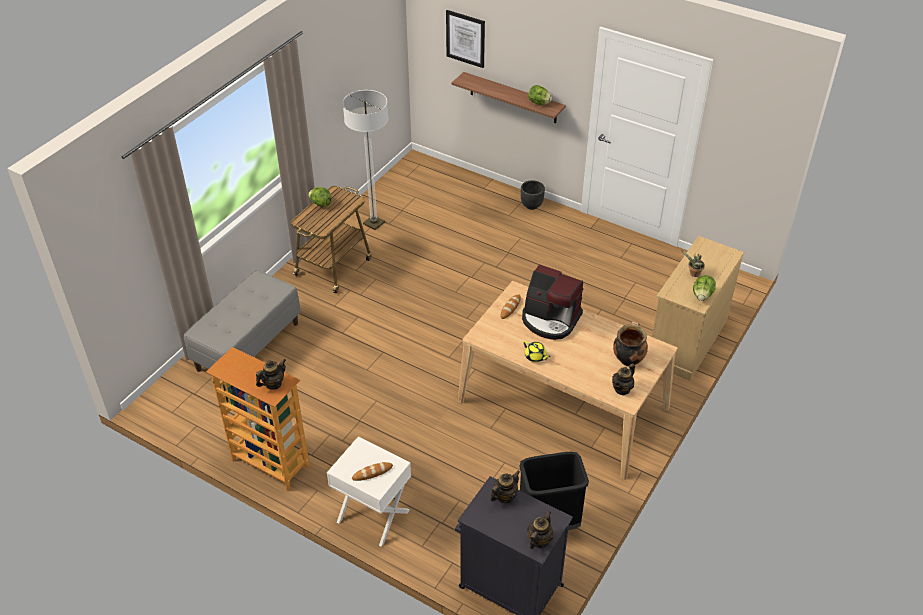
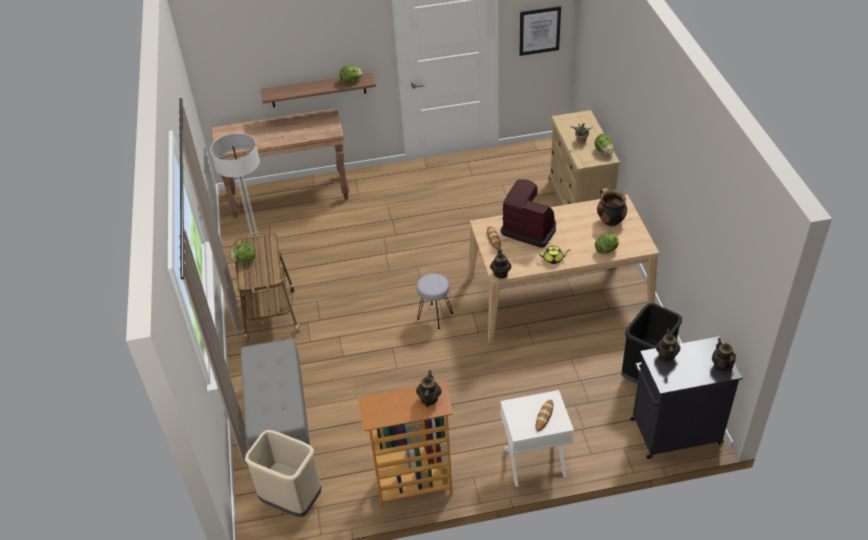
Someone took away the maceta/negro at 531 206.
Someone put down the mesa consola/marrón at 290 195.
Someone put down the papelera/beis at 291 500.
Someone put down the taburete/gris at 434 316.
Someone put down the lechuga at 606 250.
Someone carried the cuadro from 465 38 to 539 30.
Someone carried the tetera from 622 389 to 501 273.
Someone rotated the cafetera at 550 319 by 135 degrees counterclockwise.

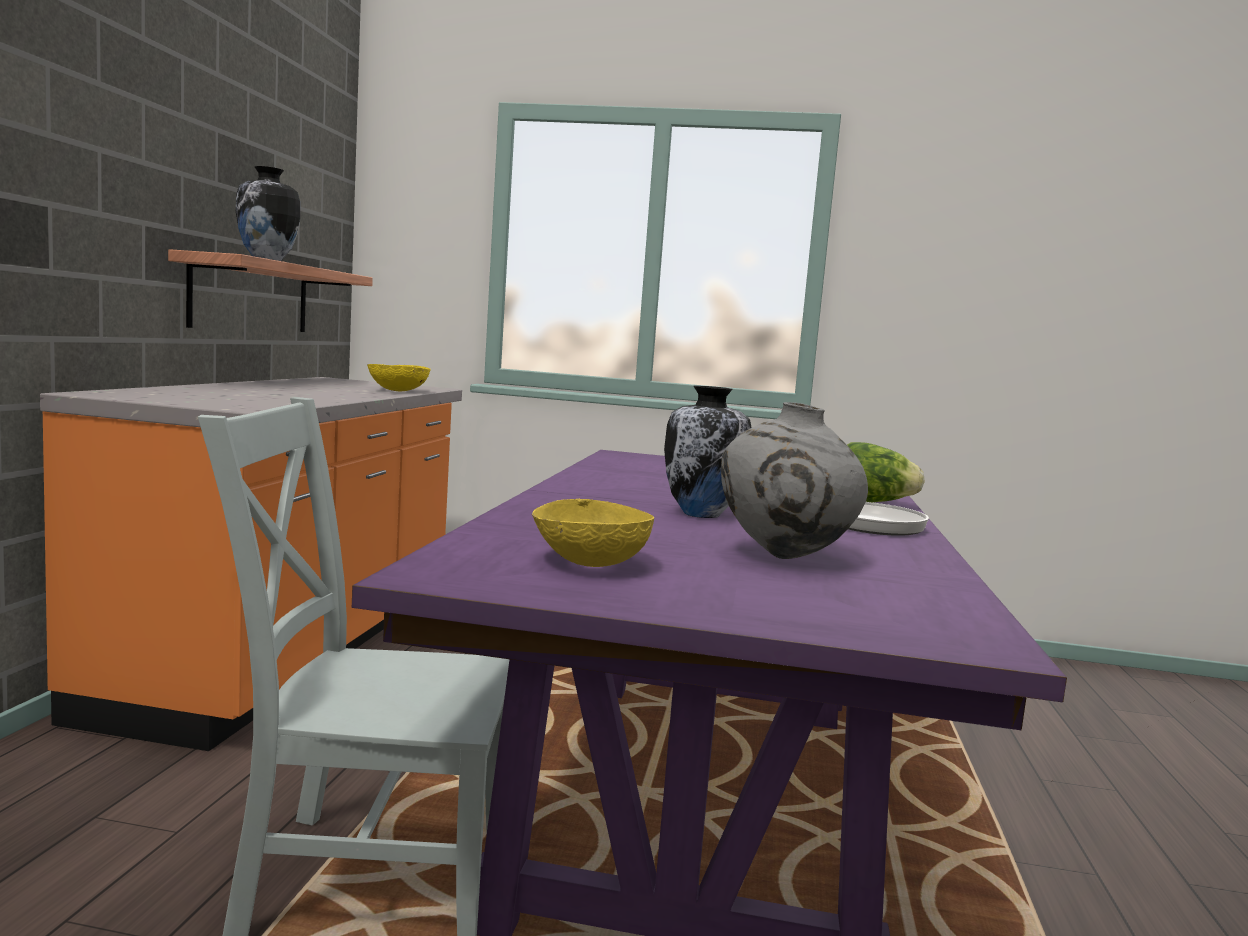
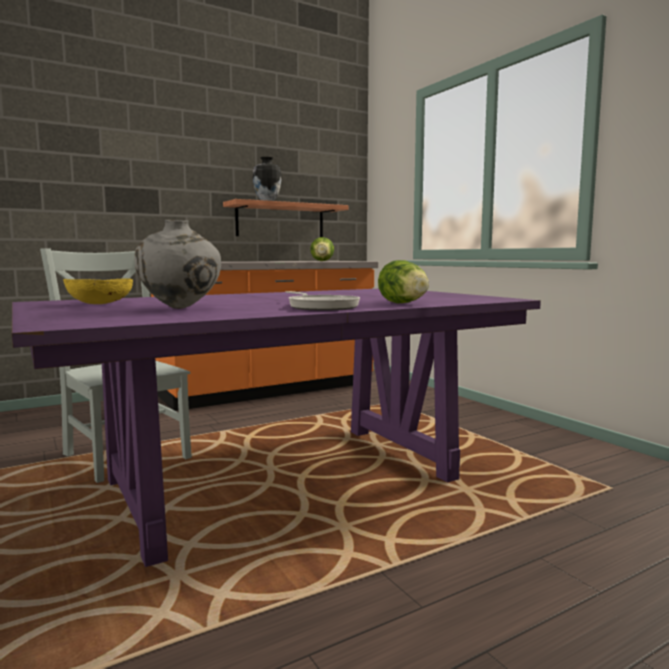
Someone took away the florero at 702 514.
Someone swapped the cuenco/amarillo at 398 391 for the lechuga at 322 261.

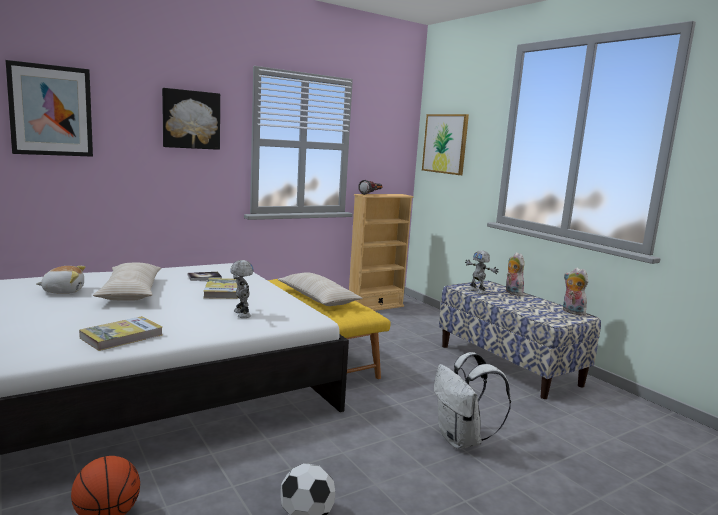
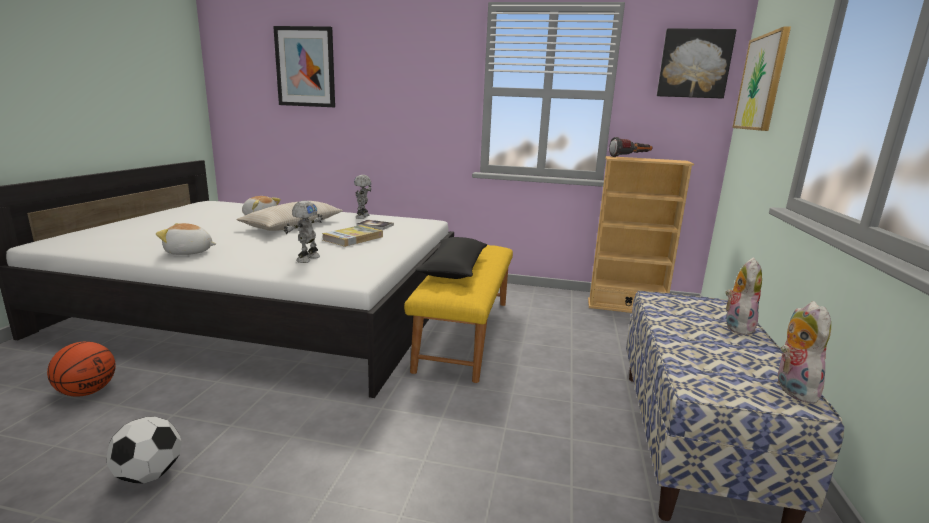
Someone took away the mochila/blanco at 462 440.
Someone carried the cuadro from 191 119 to 694 64.
Someone carried the robot de juguete from 477 291 to 363 216.
Someone swapped the libro at 122 336 for the peluche at 189 252.
Someone repainted the cojín/beis at 317 298, which became the cojín/negro at 454 268.

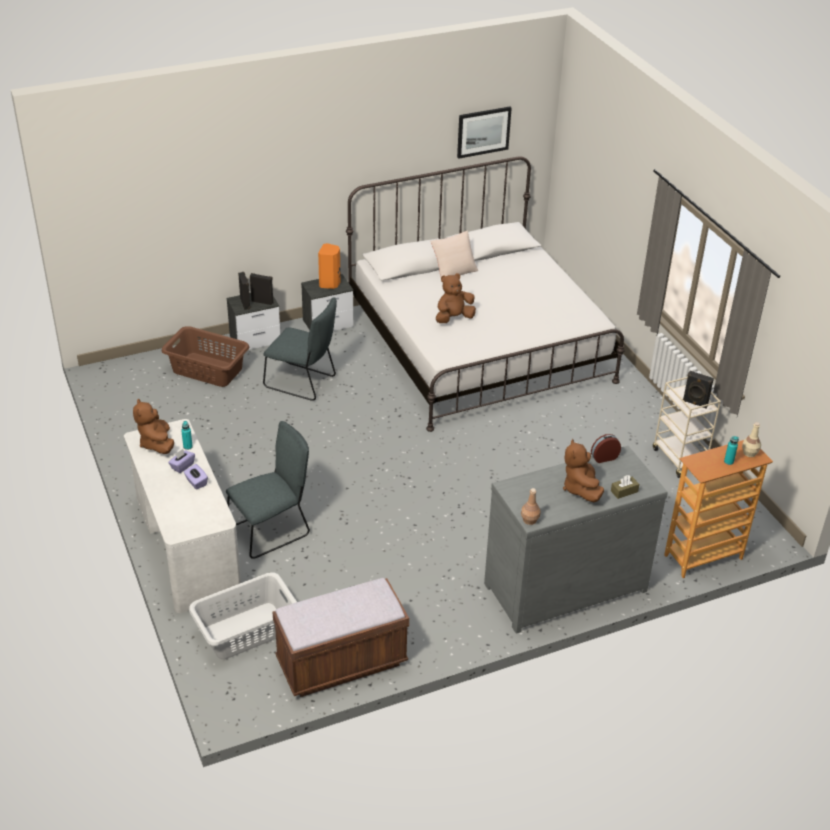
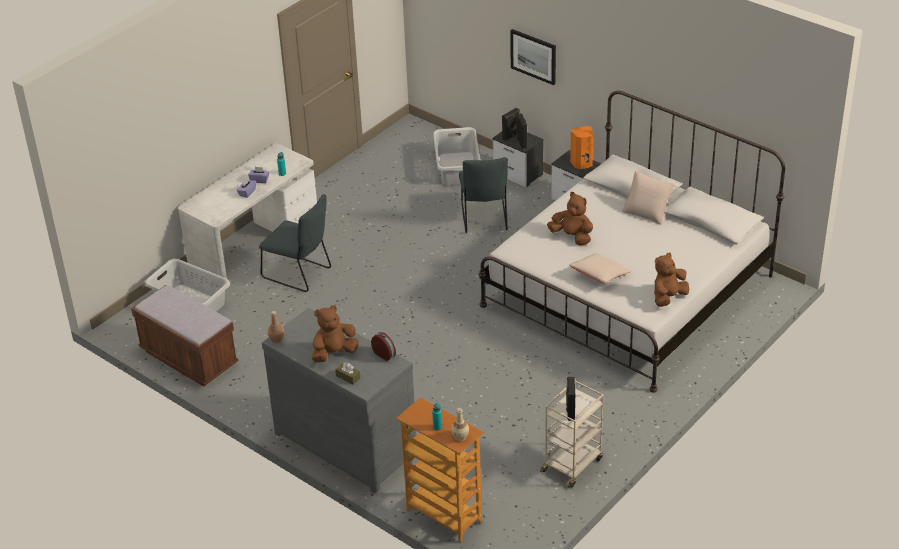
Someone put down the cojín/beis at 599 275.
Someone carried the peluche/marrón from 156 444 to 668 297.
Someone carried the cuadro from 483 131 to 533 56.
Someone repainted the cesto de la ropa/marrón at 207 369, which became the cesto de la ropa/gris at 457 168.

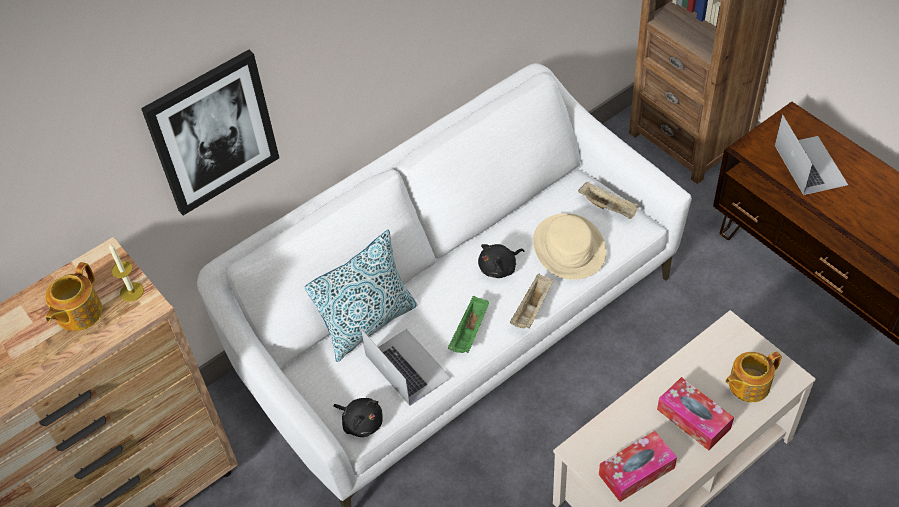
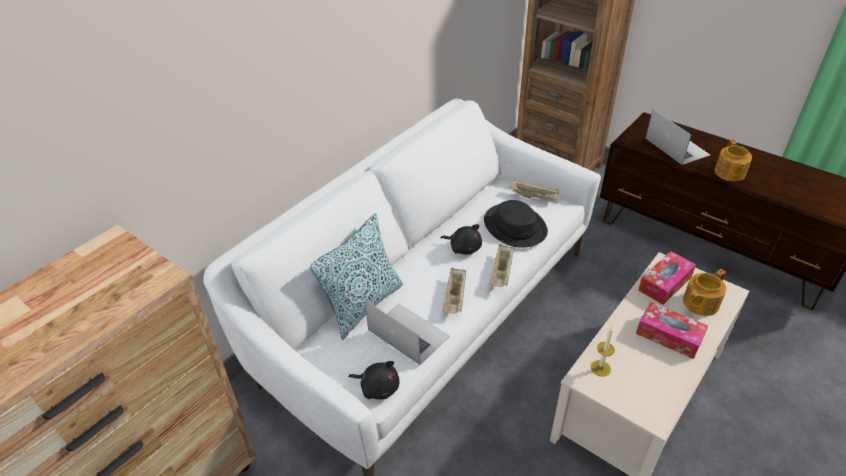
Someone took away the cuadro at 212 132.
Someone carried the tetera from 78 313 to 729 173.
Someone carried the vela from 132 291 to 600 368.
Someone carried the caja de pañuelos from 636 471 to 664 283.
Someone repainted the bandeja/verde at 469 332, which became the bandeja/beis at 455 298.
Someone repainted the sombrero/beis at 569 247, which became the sombrero/negro at 515 226.
Someone rotated the peluche/negro at 499 268 by 105 degrees counterclockwise.

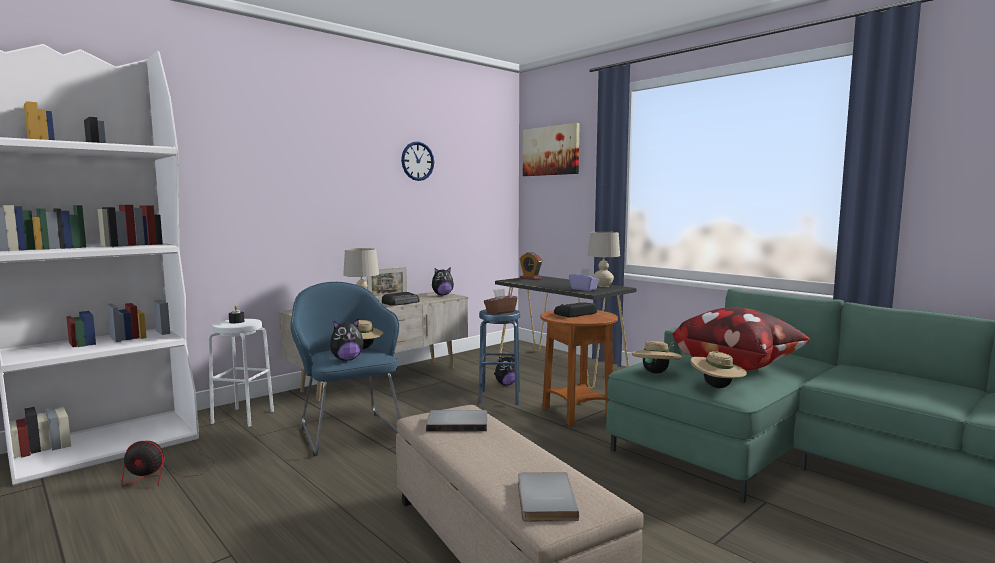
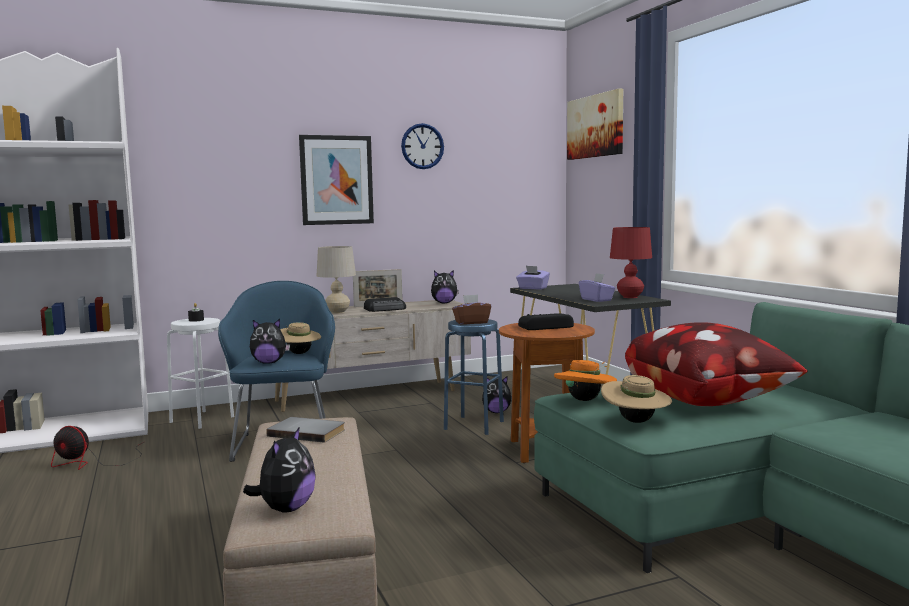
Someone took away the despertador at 530 278.
Someone put up the cuadro at 336 180.
Someone put down the caja de pañuelos/morado at 532 288.
Someone swapped the libro/gris at 543 499 for the peluche at 285 509.
Someone repainted the lámpara de mesa/beis at 602 286, which became the lámpara de mesa/rojo at 630 297.
Someone repainted the sombrero/beis at 656 372, which became the sombrero/naranja at 585 400.

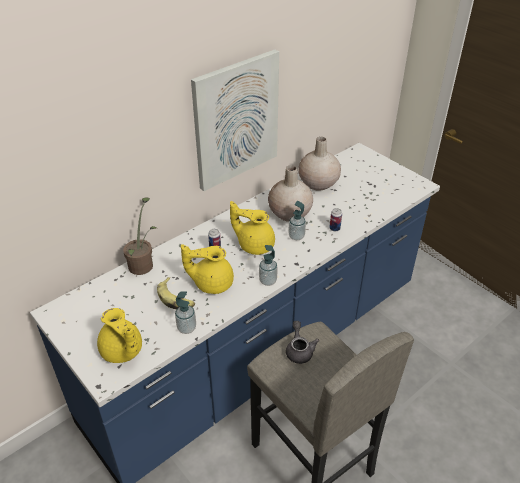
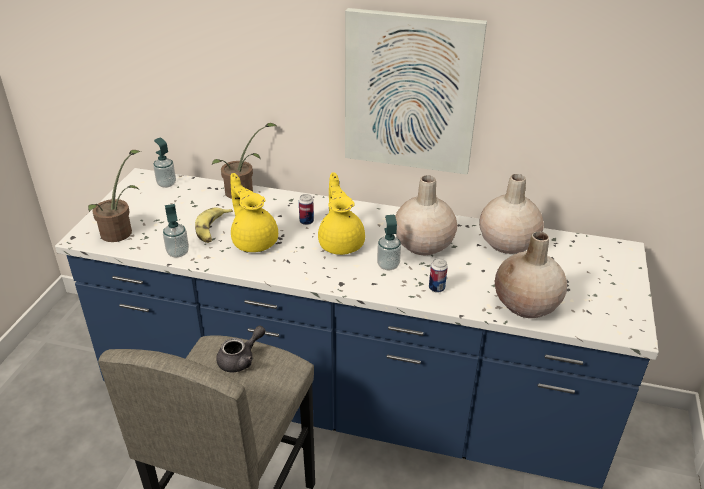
Someone put down the florero/beis at 526 305.
Someone carried the dispensador de jabón from 268 281 to 166 184.
Someone swapped the tetera/amarillo at 122 352 for the planta en maceta at 121 231.

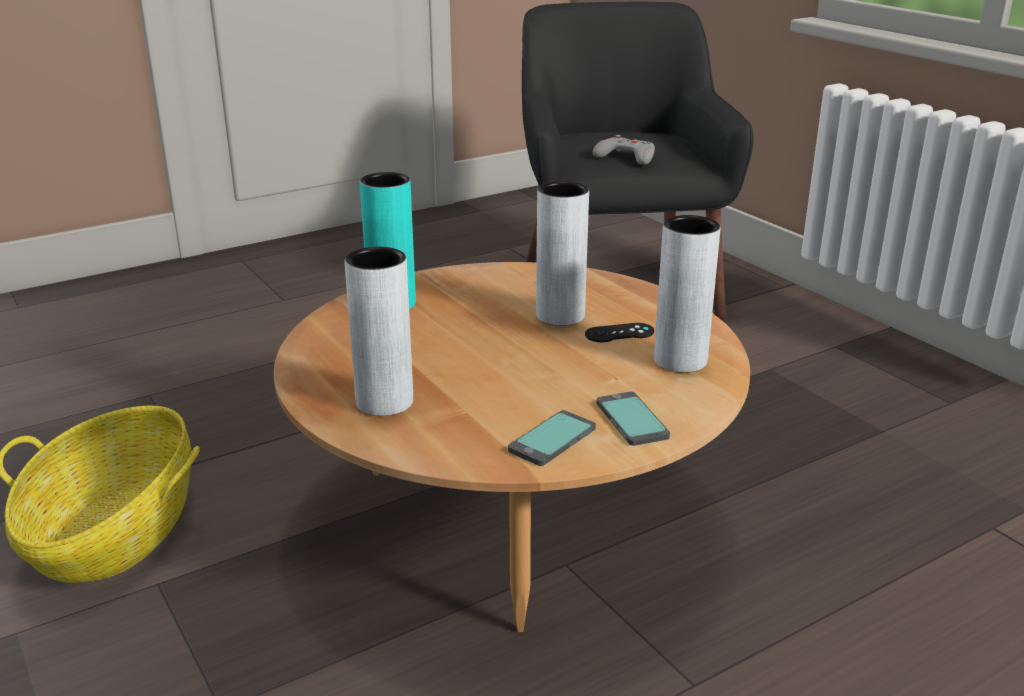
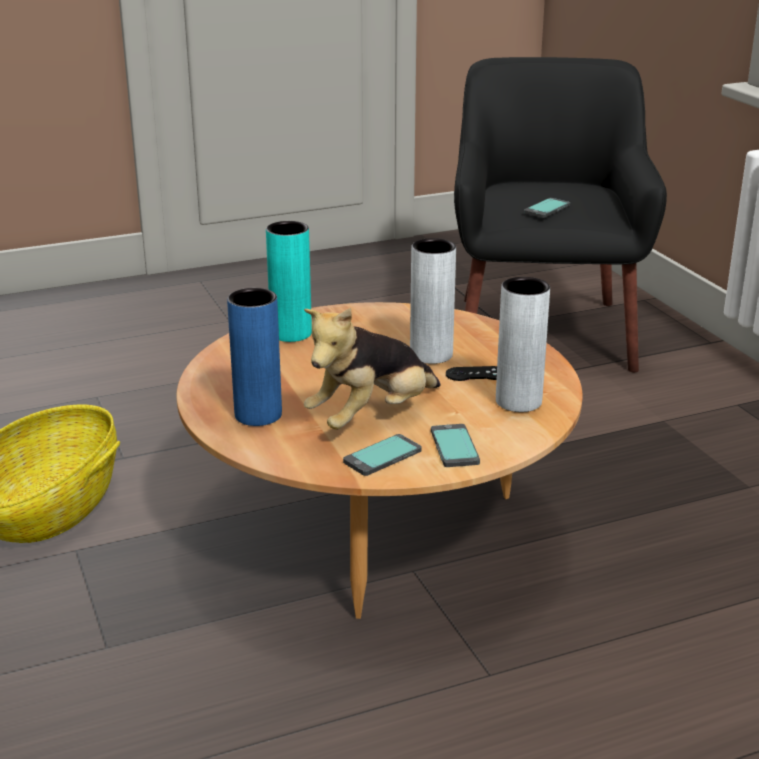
Someone put down the peluche at 371 417.
Someone swapped the mando de consola/gris at 626 157 for the móvil at 547 209.
Someone repainted the florero/gris at 384 402, which became the florero/azul at 258 415.

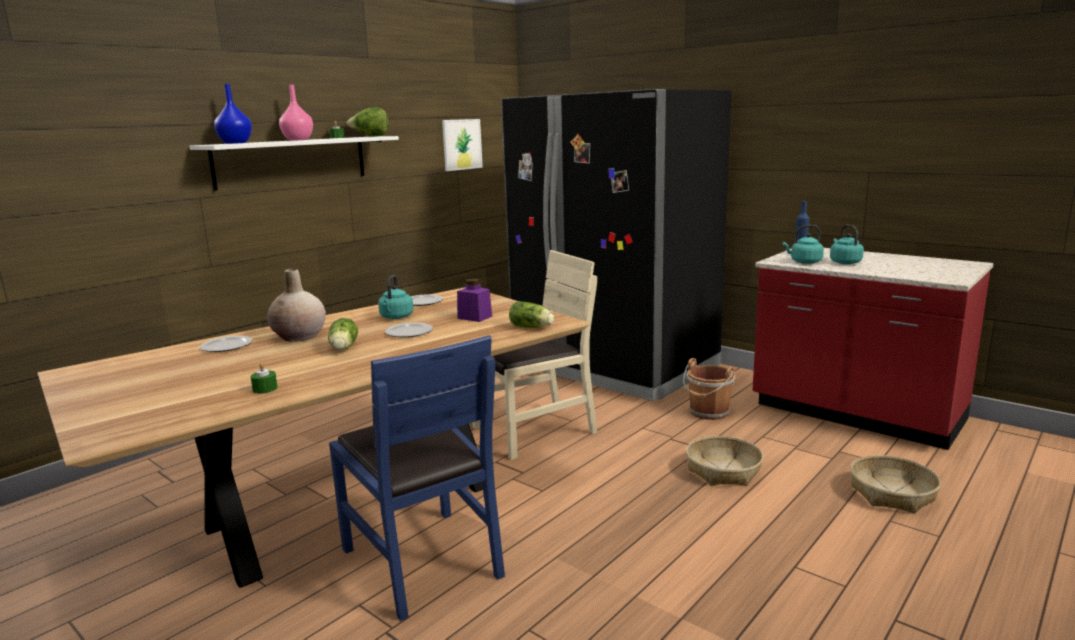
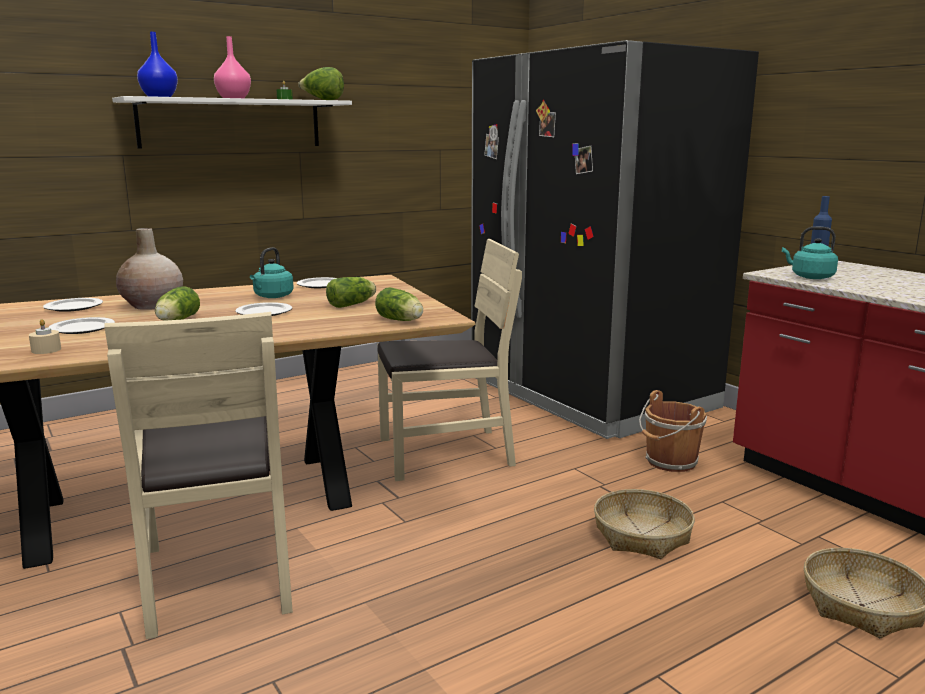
Someone took away the cuadro at 461 144.
Someone took away the hervidor/turquesa at 844 262.
Someone put down the plato at 83 328.
Someone swapped the tarro/morado at 474 317 for the lechuga at 353 304.
Someone repainted the vela/verde at 265 389, which became the vela/beis at 46 350.
Someone repainted the silla/azul at 423 560, which became the silla/beis at 219 576.

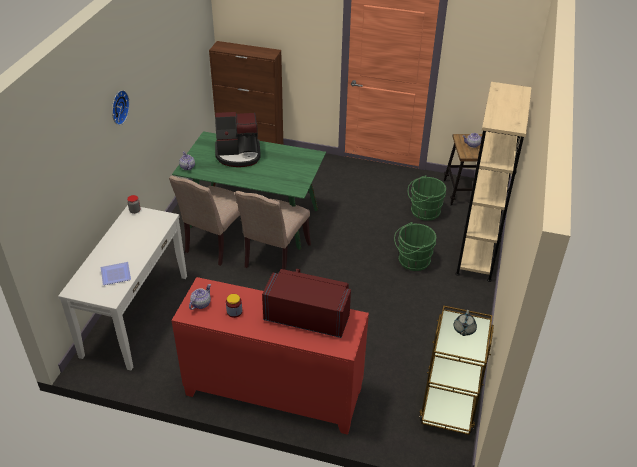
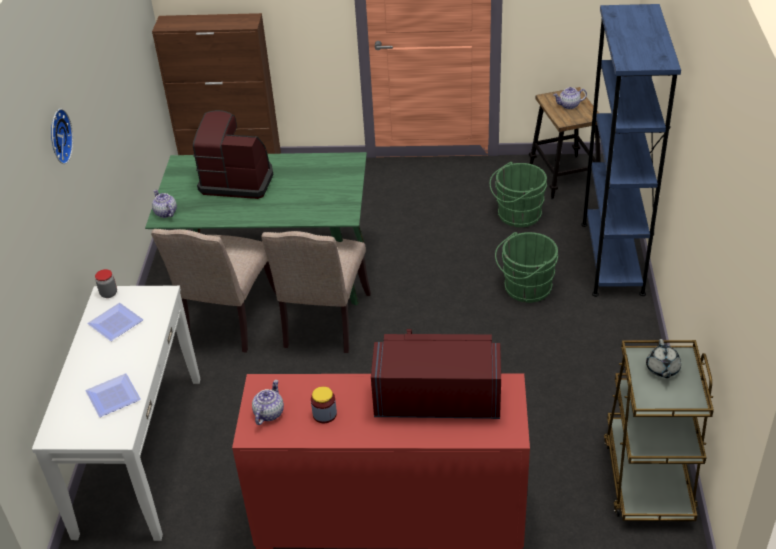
Someone put down the plato at 118 323.
Someone repainted the estantería/beis at 477 252, which became the estantería/azul at 612 258.
Someone rotated the cafetera at 238 155 by 150 degrees counterclockwise.

